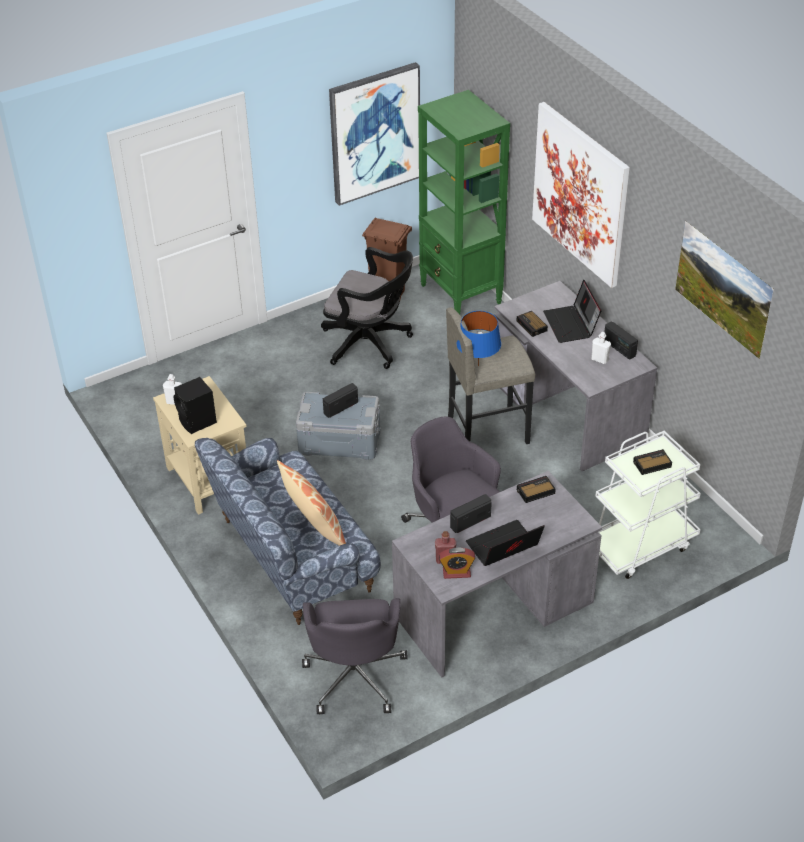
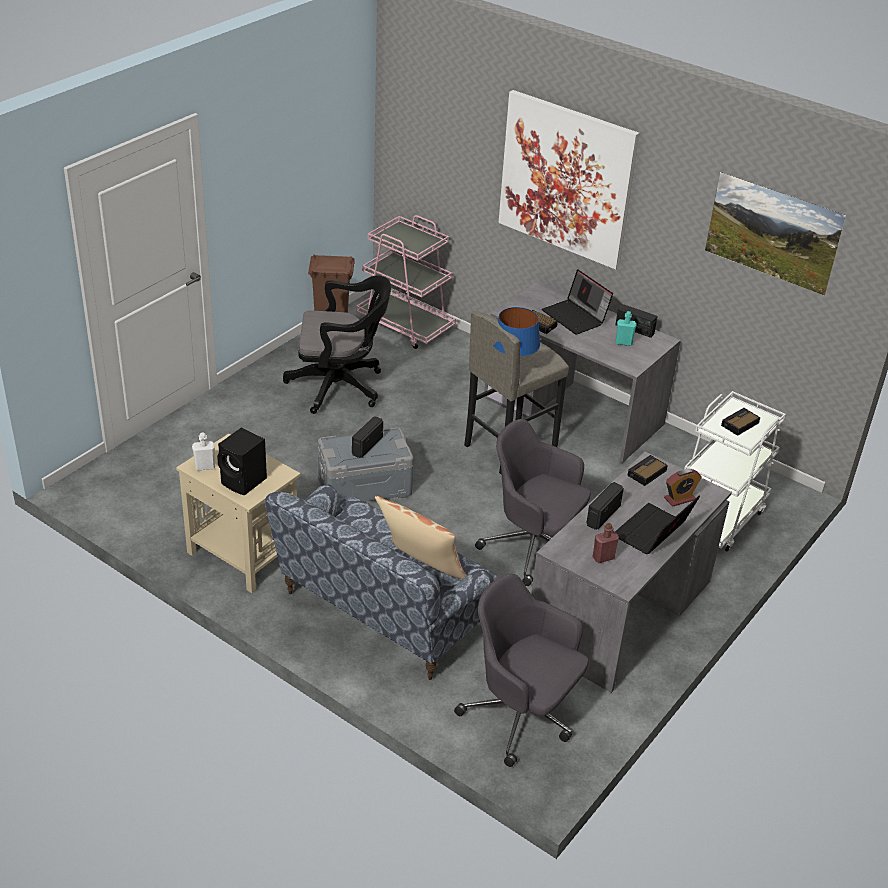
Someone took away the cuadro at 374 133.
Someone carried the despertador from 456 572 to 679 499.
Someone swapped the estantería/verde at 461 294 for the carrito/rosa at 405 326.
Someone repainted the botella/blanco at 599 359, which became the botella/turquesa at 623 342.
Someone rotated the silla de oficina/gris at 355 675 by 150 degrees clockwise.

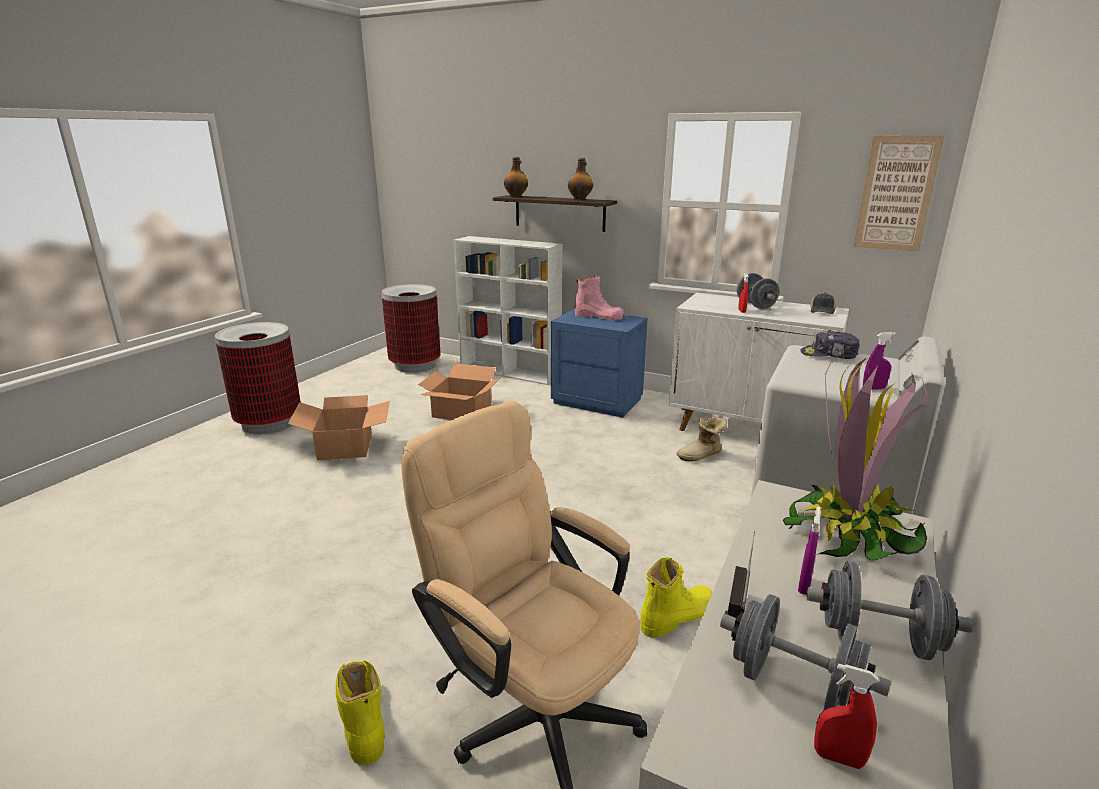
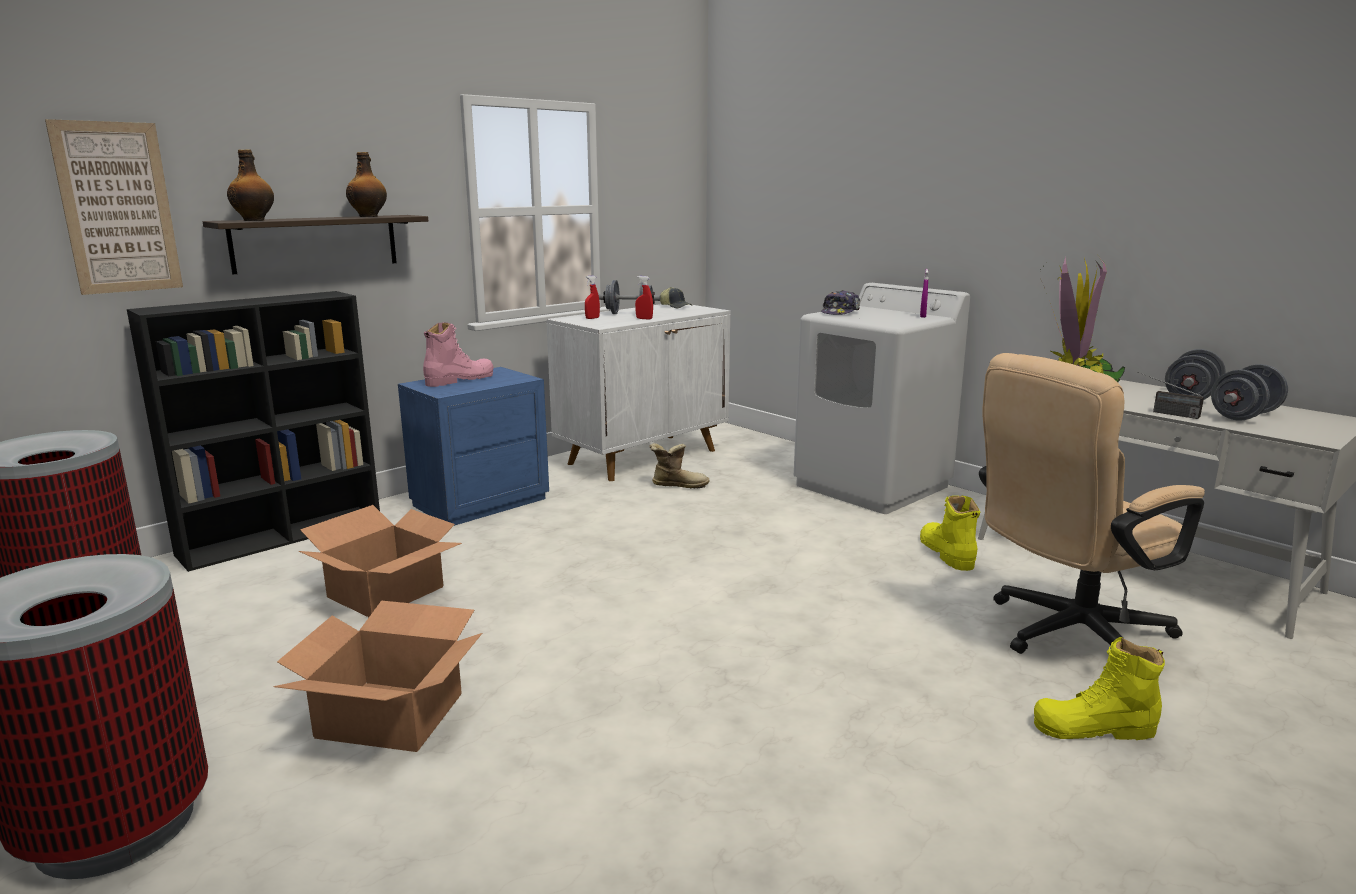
Someone took away the pulverizador/morado at 804 585.
Someone carried the pulverizador/rojo from 838 758 to 592 318.
Someone carried the cuadro from 896 194 to 118 208.
Someone repainted the estantería/blanco at 511 372, which became the estantería/negro at 284 535.
Someone rotated the bota at 701 455 by 90 degrees counterclockwise.

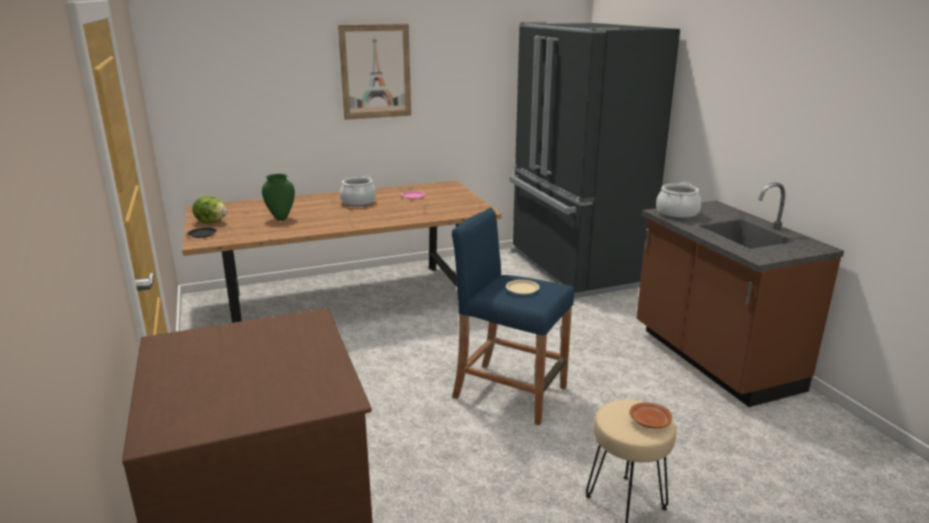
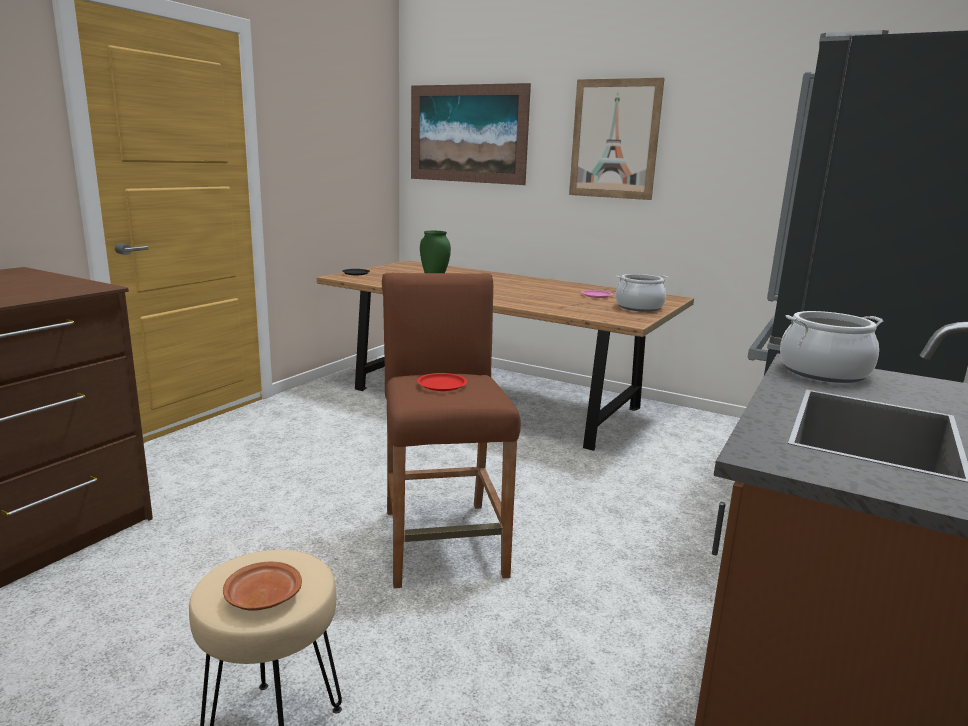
Someone took away the lechuga at 212 222.
Someone put up the cuadro at 467 134.
Someone carried the olla from 358 202 to 639 307.
Someone repainted the taburete/azul at 510 392, which became the taburete/marrón at 443 542.
Someone repainted the plato/beis at 522 289, which became the plato/rojo at 442 385.

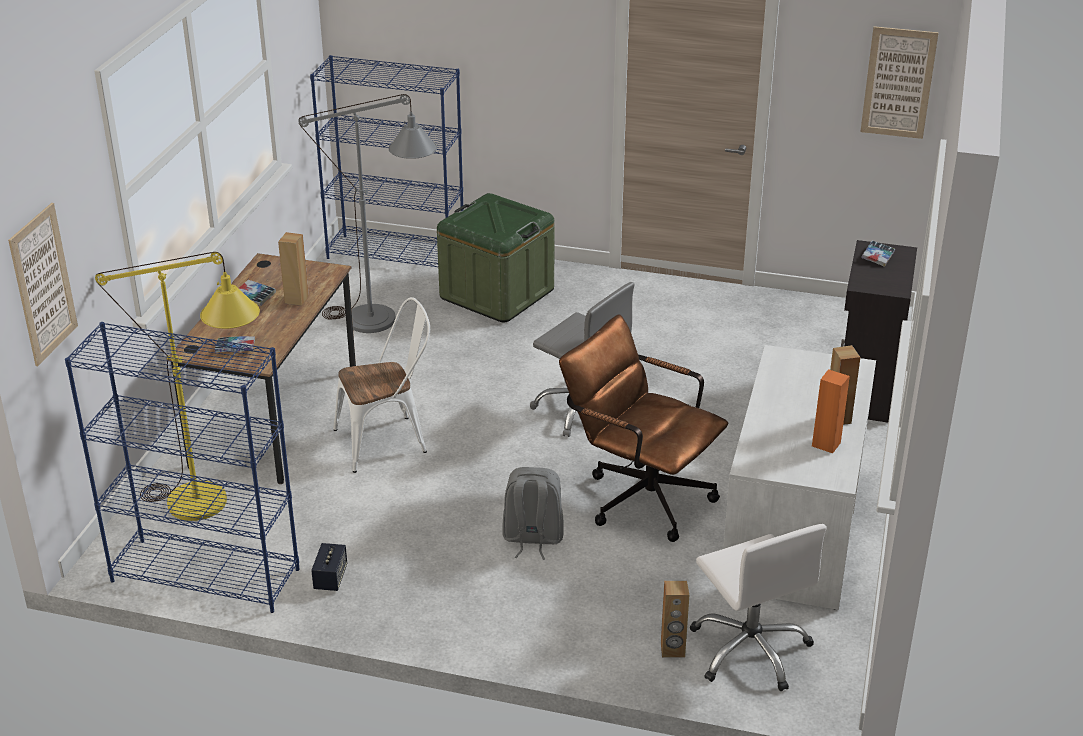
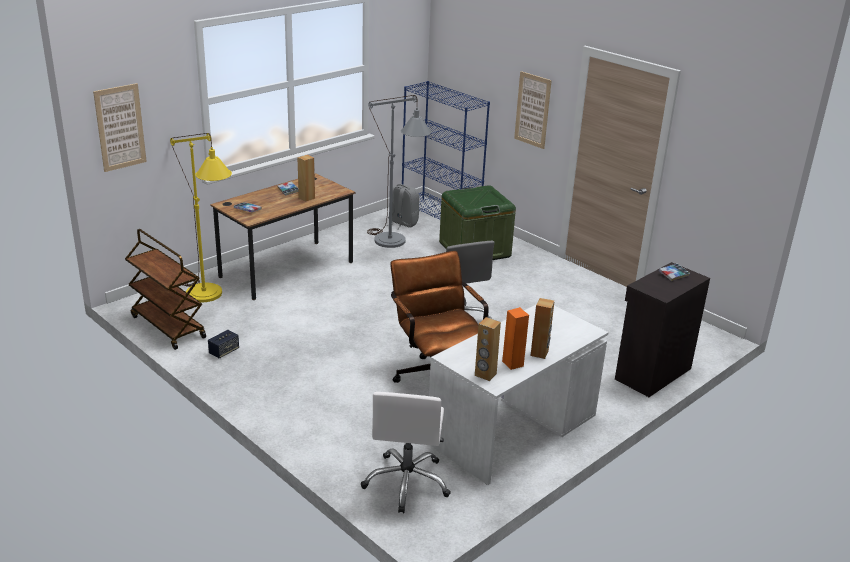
Someone took away the silla/blanco at 388 440.
Someone carried the mochila/gris from 532 539 to 402 223.
Someone carried the altavoz/marrón from 672 650 to 485 375.
Someone carried the cuadro from 898 83 to 532 110.
Someone swapped the estantería/azul at 204 575 for the carrito/marrón at 167 327.

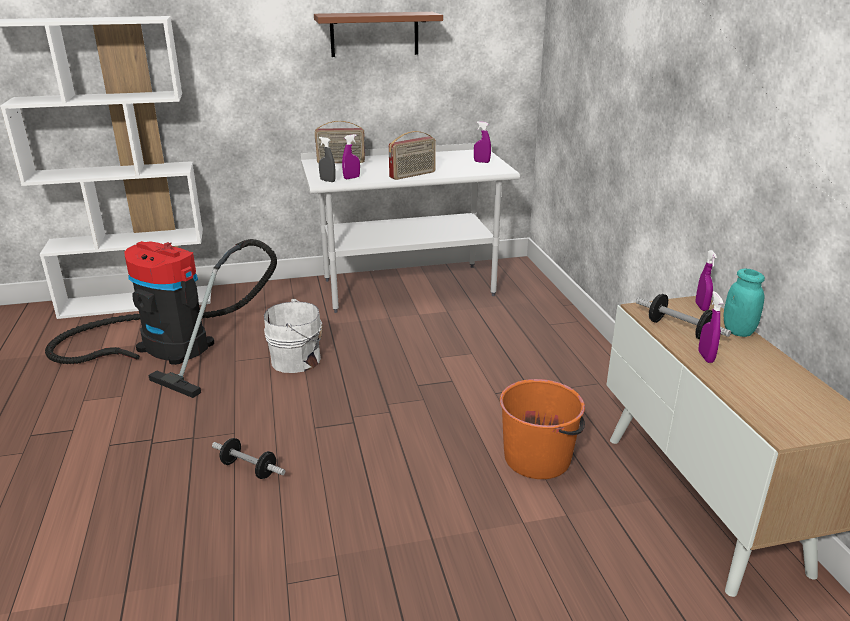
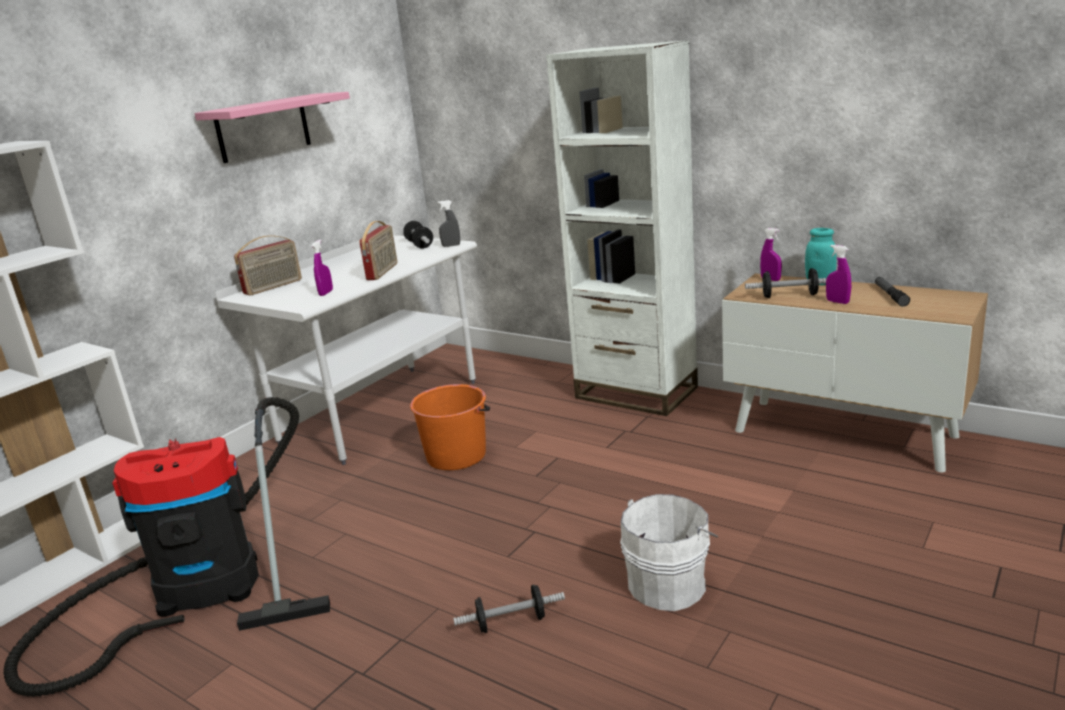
Someone put down the estantería/blanco at 636 393.
Someone put down the linterna at 890 295.
Someone carried the cubo/blanco from 298 360 to 669 583.
Someone carried the pulverizador/gris from 327 181 to 451 245.
Someone carried the cubo/naranja from 538 458 to 457 455.
Someone swapped the pulverizador/morado at 481 162 for the mancuerna at 419 244.
Someone repainted the estante/marrón at 374 34, which became the estante/rosa at 263 128.

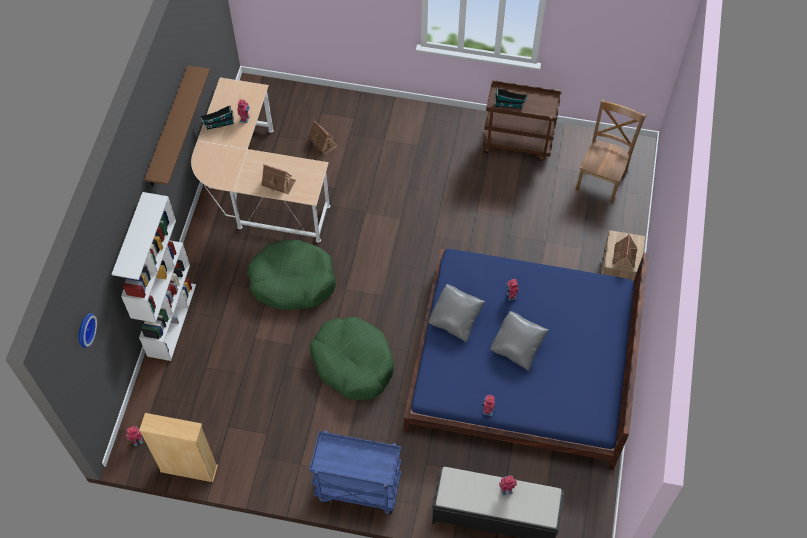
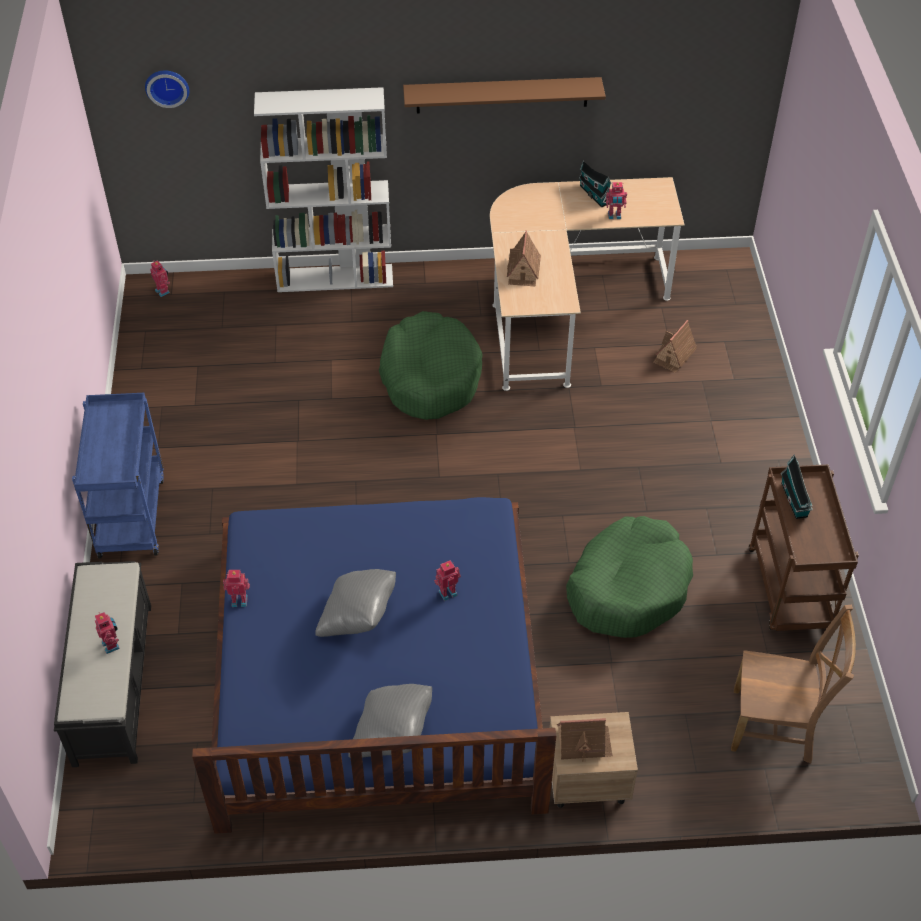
Someone took away the estantería/beis at 189 469.
Someone carried the cama para perro/verde from 353 363 to 628 587.
Someone carried the cojín/gris from 455 319 to 392 735.

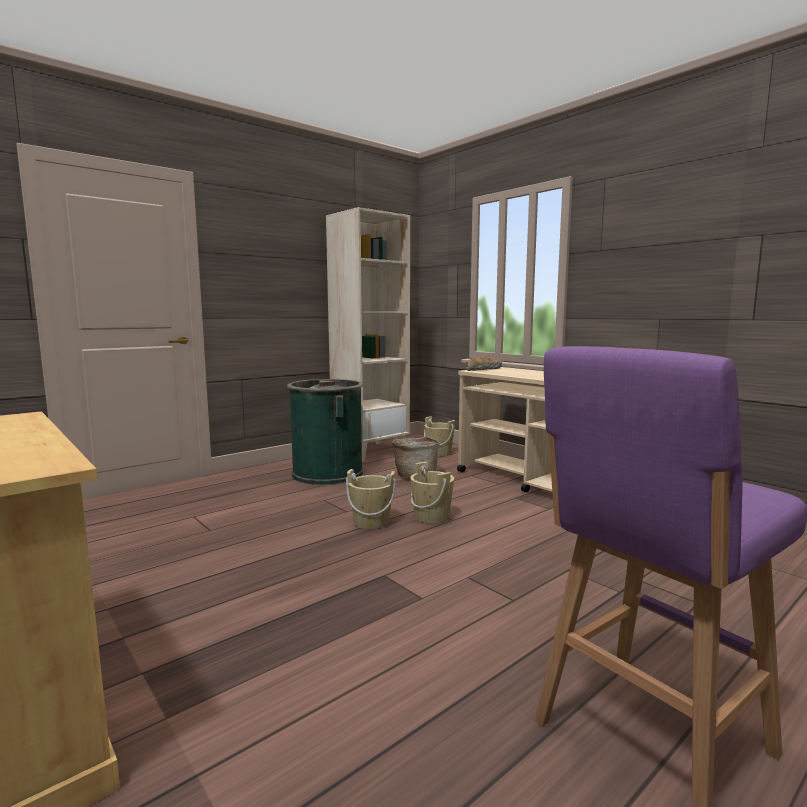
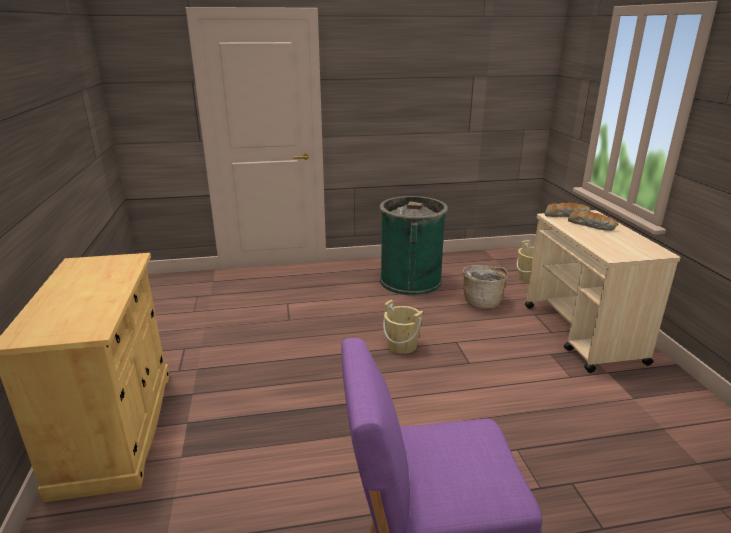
Someone took away the estantería/beis at 370 451.
Someone took away the cubo/beis at 431 516.
Someone put down the pan at 591 226.

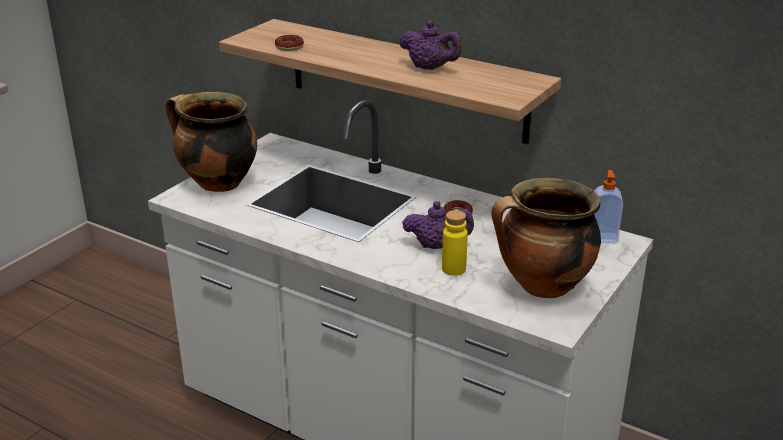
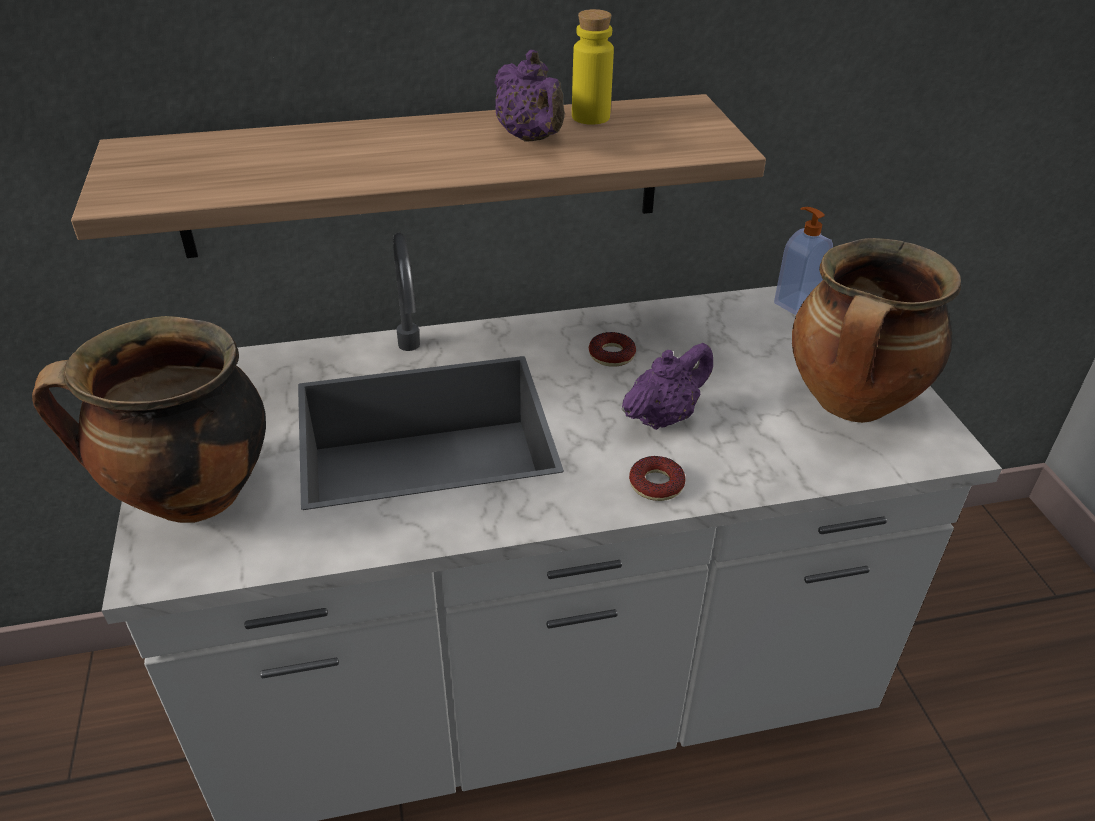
Someone carried the rosquilla from 289 47 to 656 484.
Someone carried the botella/amarillo from 453 269 to 590 117.
Someone rotated the tetera/morado at 430 68 by 75 degrees clockwise.

